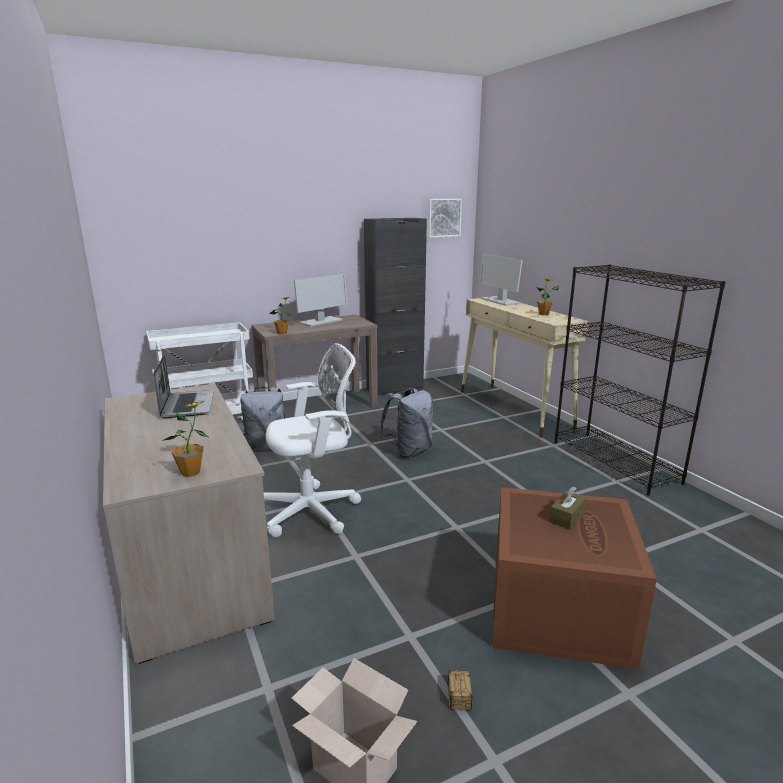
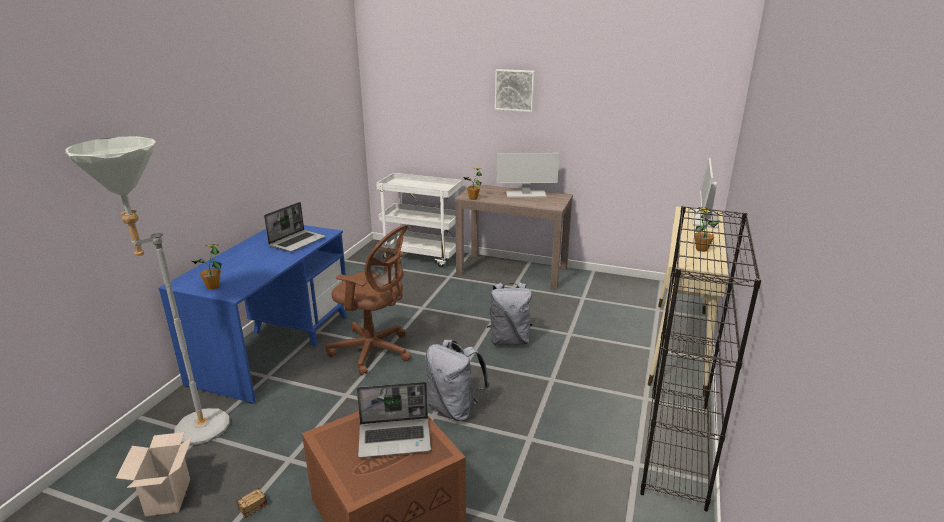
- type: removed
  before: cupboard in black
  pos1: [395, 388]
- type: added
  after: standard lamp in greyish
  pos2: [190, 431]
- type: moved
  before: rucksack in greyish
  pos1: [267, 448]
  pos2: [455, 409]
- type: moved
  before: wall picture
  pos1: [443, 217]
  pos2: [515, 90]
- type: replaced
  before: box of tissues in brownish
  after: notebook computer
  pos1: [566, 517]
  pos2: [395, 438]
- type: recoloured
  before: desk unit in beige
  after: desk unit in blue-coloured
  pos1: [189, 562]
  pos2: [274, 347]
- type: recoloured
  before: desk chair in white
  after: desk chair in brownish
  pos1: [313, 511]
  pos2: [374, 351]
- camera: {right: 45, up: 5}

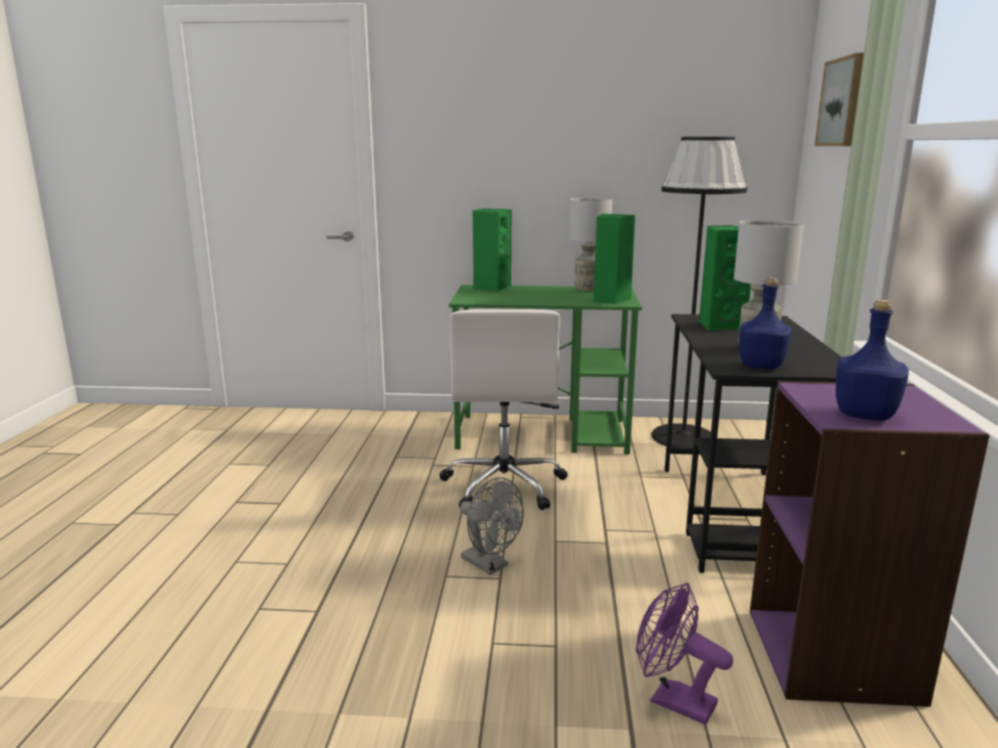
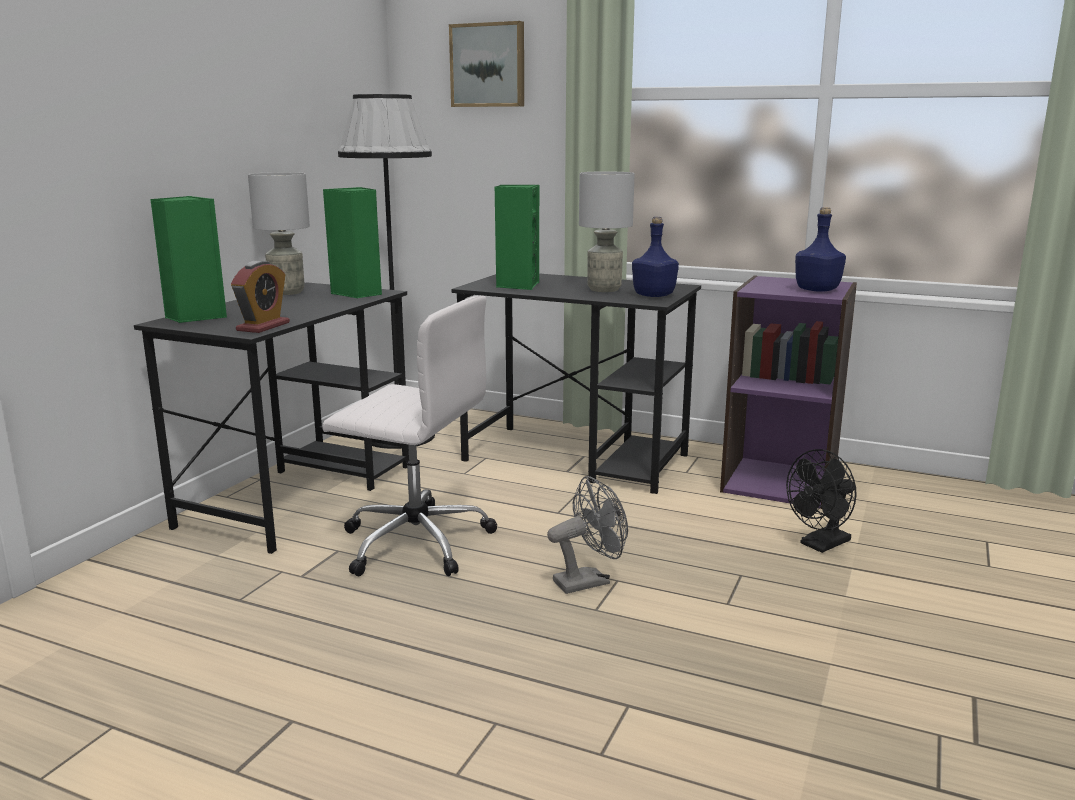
- type: added
  after: table clock
  pos2: [263, 326]
- type: recoloured
  before: desk unit in green
  after: desk unit in black
  pos1: [544, 434]
  pos2: [300, 494]
- type: recoloured
  before: fan in purple
  after: fan in black
  pos1: [673, 700]
  pos2: [820, 545]
- camera: {right: -70, up: 0}

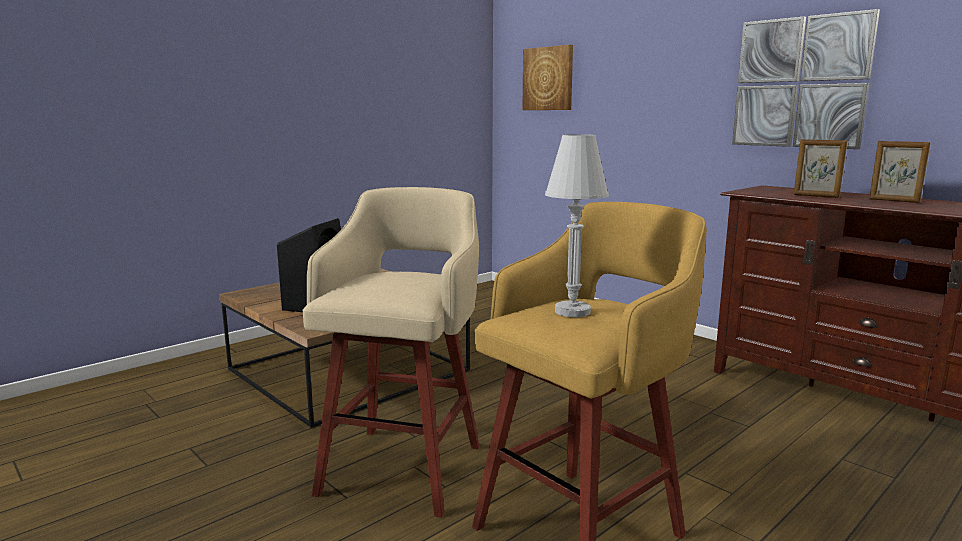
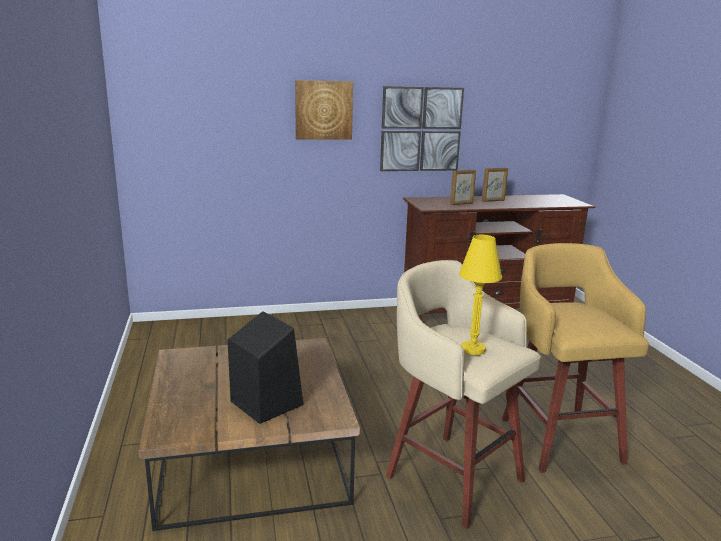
- type: removed
  before: tabletop lamp in white
  pos1: [572, 311]
- type: added
  after: tabletop lamp in yellow
  pos2: [473, 349]
- type: moved
  before: wall picture
  pos1: [548, 79]
  pos2: [323, 110]
- camera: {right: -60, up: 5}

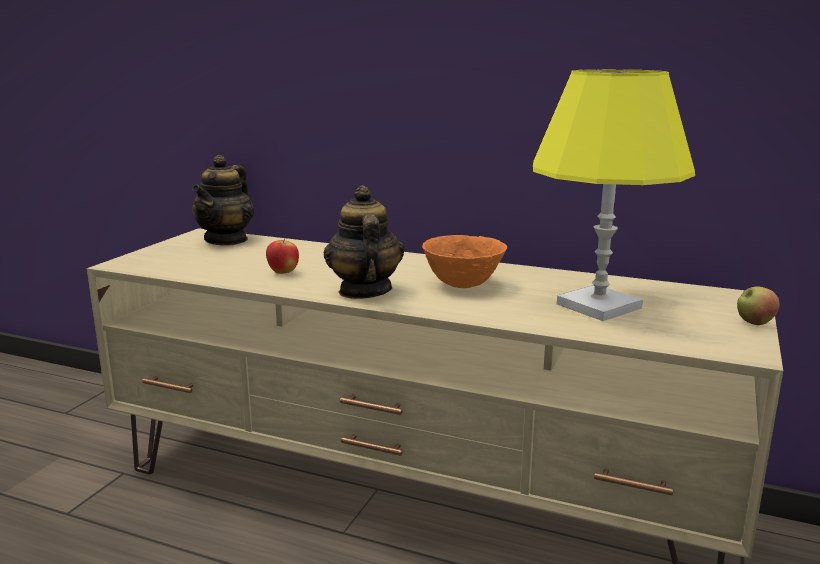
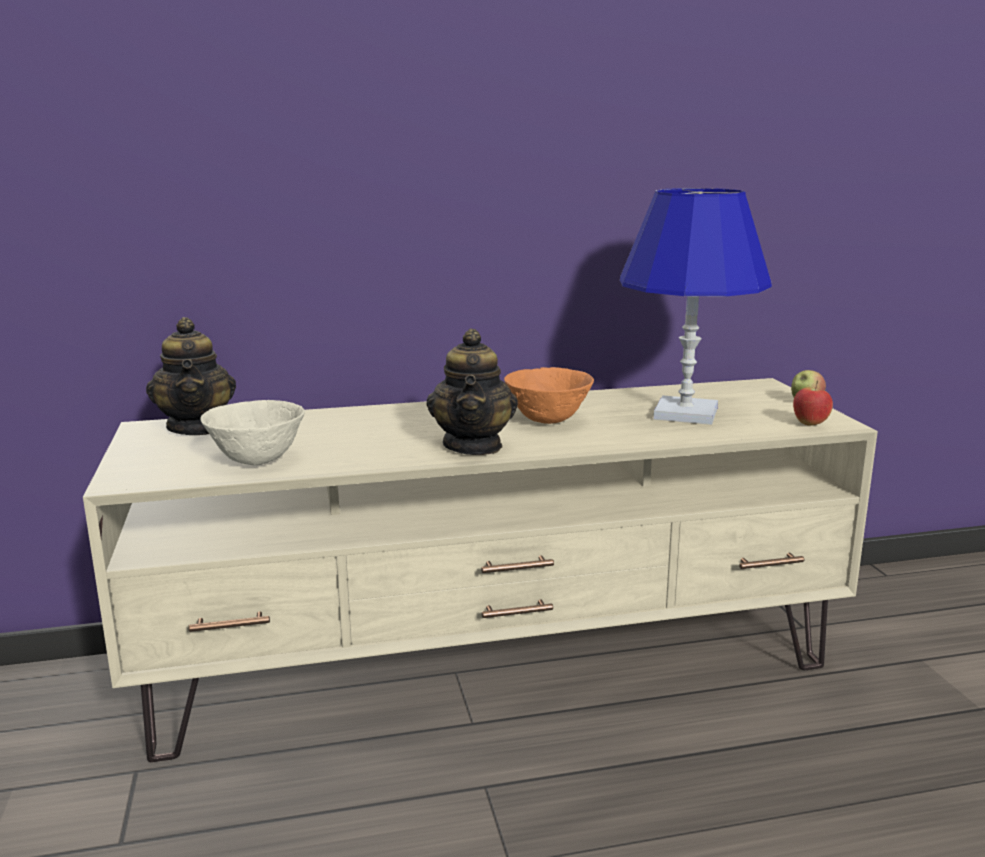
- type: added
  after: bowl in beige
  pos2: [256, 460]
- type: moved
  before: apple
  pos1: [283, 273]
  pos2: [810, 424]
- type: recoloured
  before: tabletop lamp in yellow
  after: tabletop lamp in blue-coloured
  pos1: [599, 306]
  pos2: [685, 413]
- type: turned
  before: pot for tea
  pos1: [364, 291]
  pos2: [473, 446]
  turn: -135
- camera: {right: -35, up: 0}

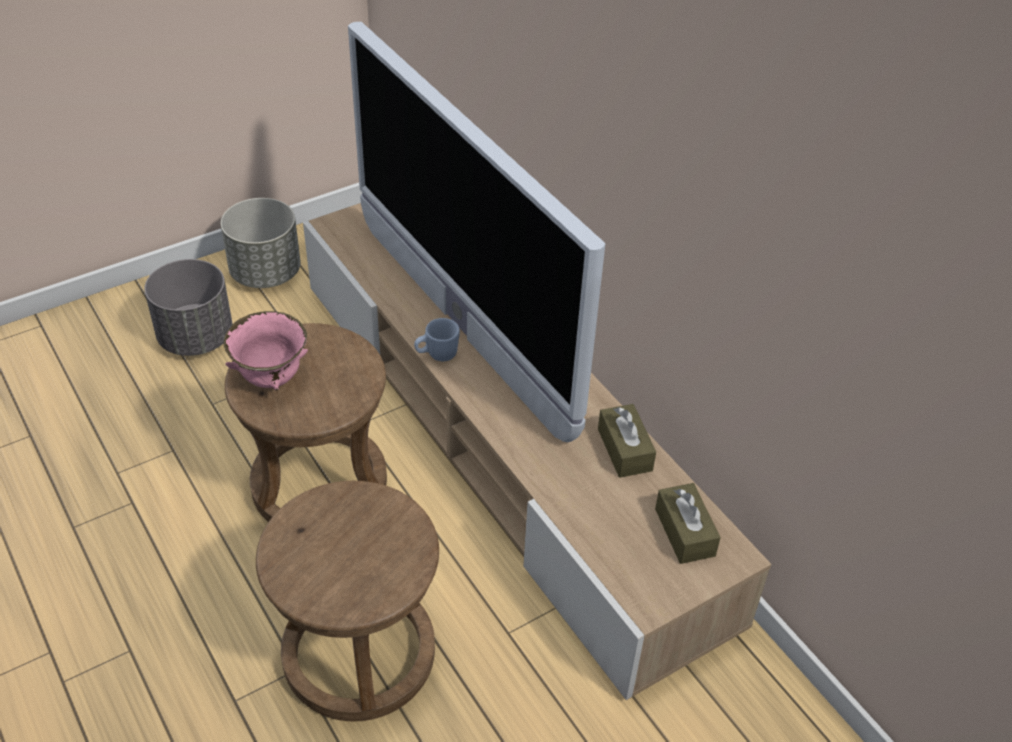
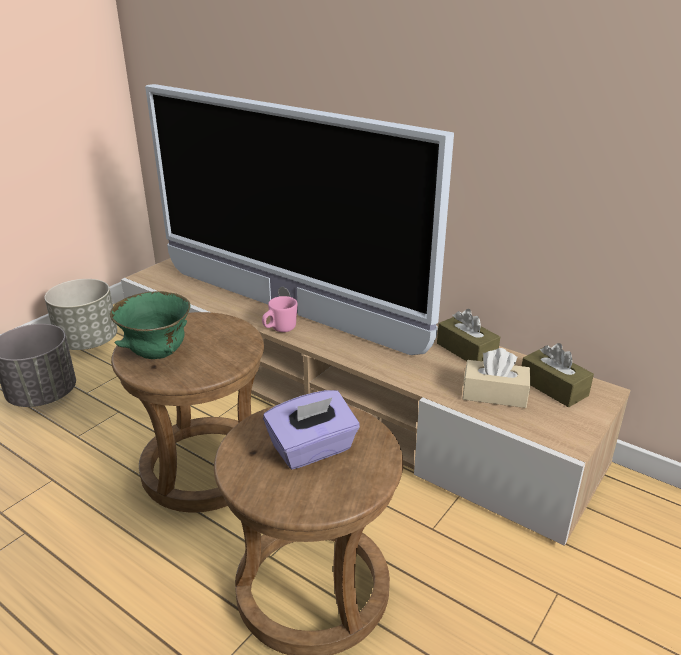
- type: added
  after: box of tissues in purple
  pos2: [312, 449]
- type: added
  after: box of tissues in beige
  pos2: [494, 394]
- type: recoloured
  before: bowl in pinkish
  after: bowl in green
  pos1: [271, 378]
  pos2: [157, 355]
- type: recoloured
  before: mug in blue-coloured
  after: mug in pinkish
  pos1: [437, 355]
  pos2: [279, 329]
- camera: {right: -20, up: -15}

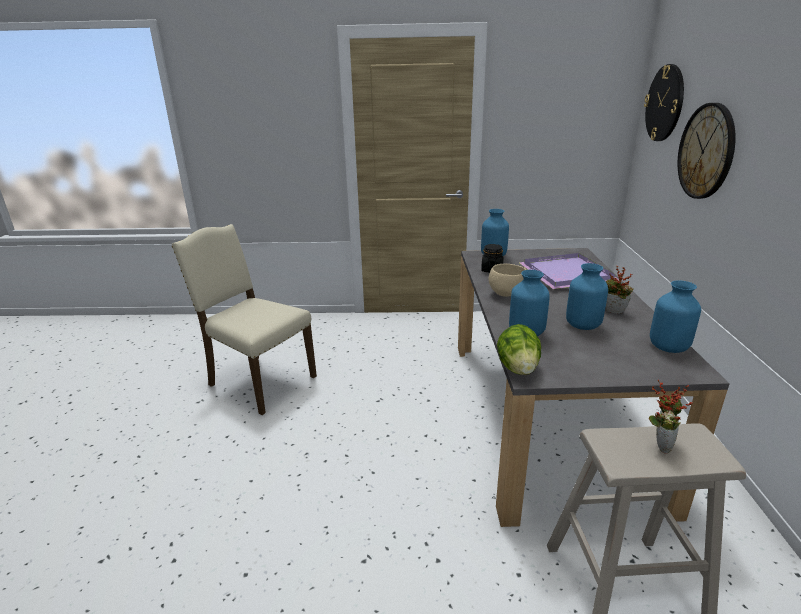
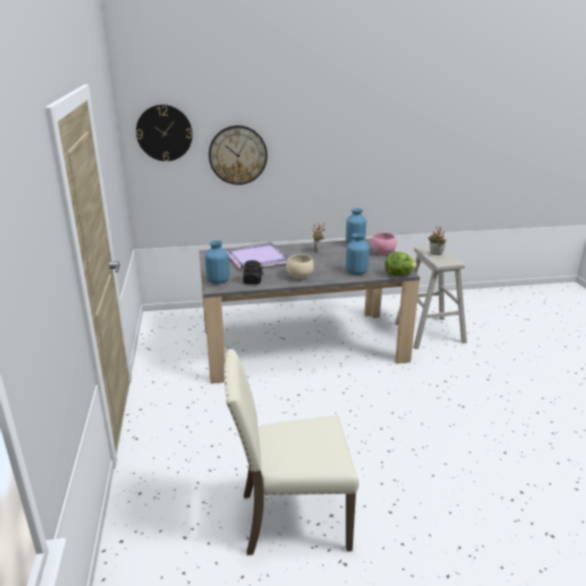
- type: removed
  before: flower vase in blue-coloured
  pos1: [582, 325]
- type: added
  after: bowl in pinkish
  pos2: [382, 253]
- type: turned
  before: chair in beige
  pos1: [259, 381]
  pos2: [291, 518]
  turn: 60
- camera: {right: -100, up: 0}

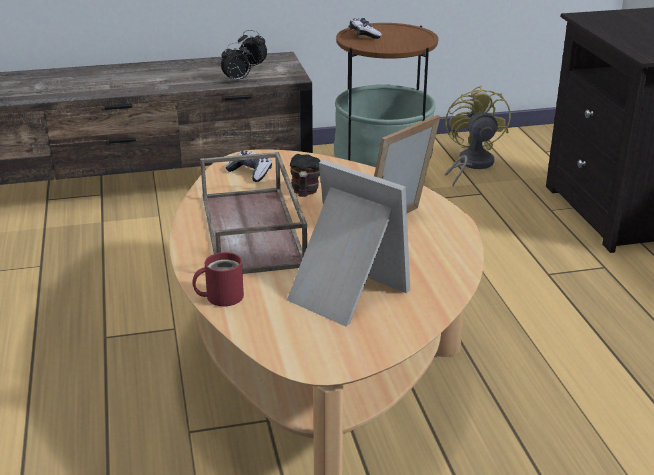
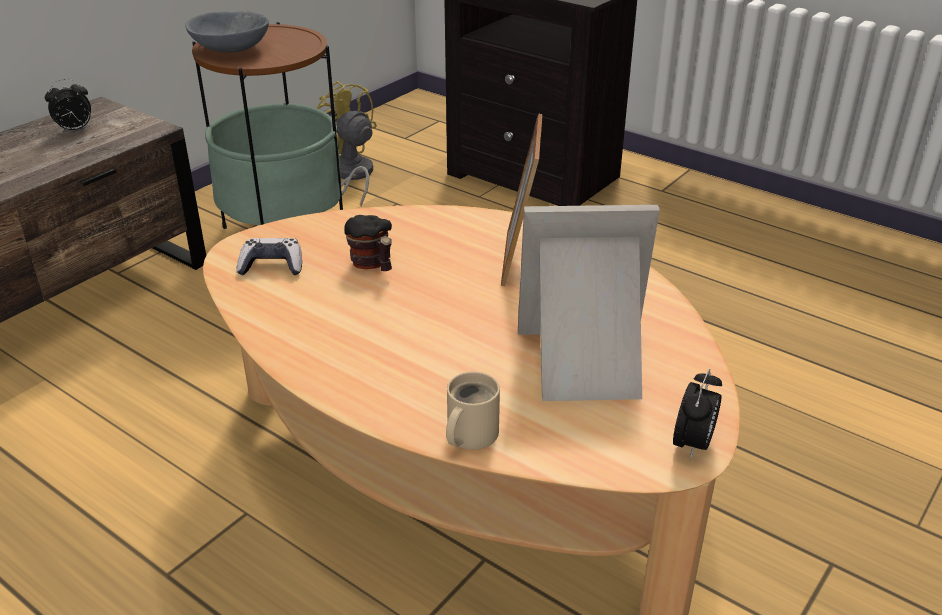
- type: removed
  before: carrying tray in brownish
  pos1: [254, 231]
- type: moved
  before: table clock
  pos1: [237, 80]
  pos2: [693, 445]
- type: replaced
  before: game controller
  after: bowl in greyish
  pos1: [364, 34]
  pos2: [230, 48]
- type: recoloured
  before: mug in red-coloured
  after: mug in beige
  pos1: [221, 296]
  pos2: [468, 435]
- camera: {right: -40, up: 5}

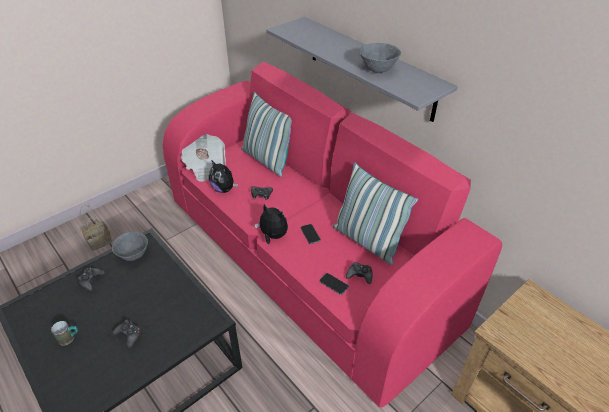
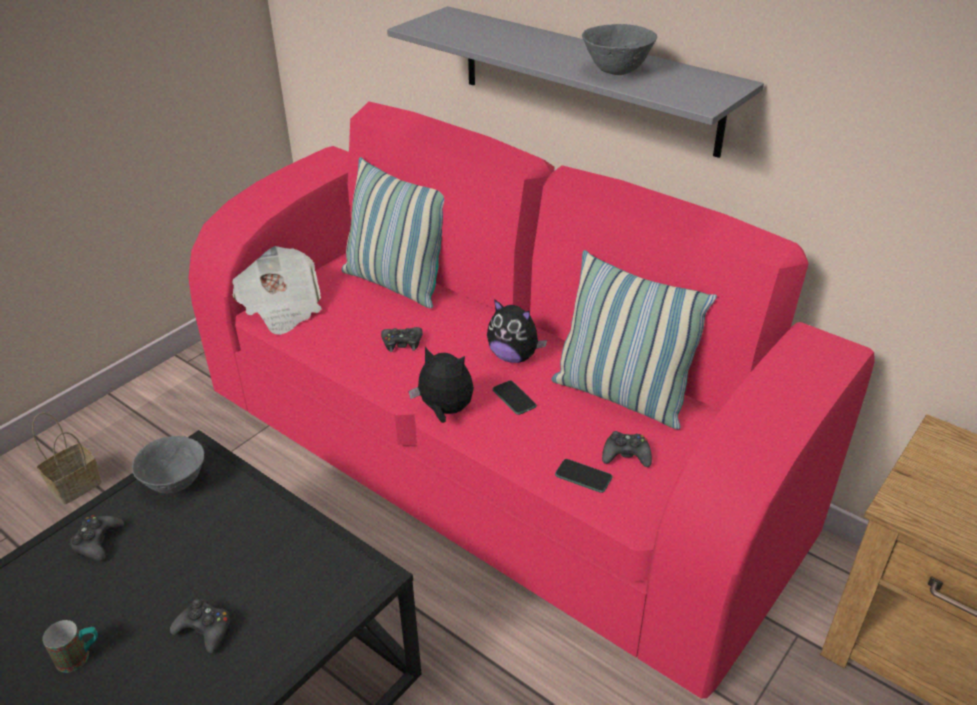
- type: moved
  before: plush toy
  pos1: [224, 189]
  pos2: [514, 356]
- camera: {right: -10, up: -5}

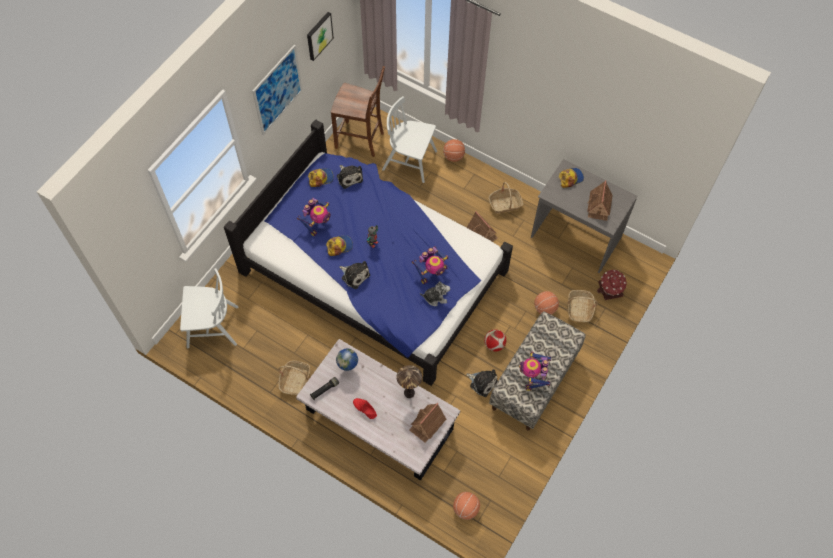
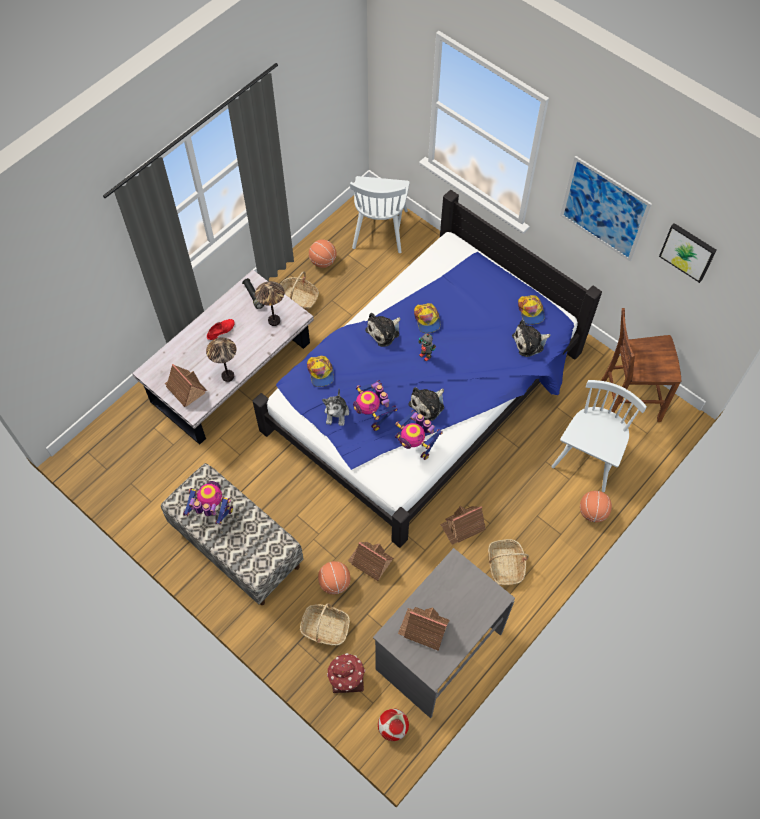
- type: added
  after: toy house
  pos2: [370, 561]
- type: moved
  before: toy robot
  pos1: [317, 223]
  pos2: [415, 444]
- type: moved
  before: basketball ball
  pos1: [465, 509]
  pos2: [323, 261]
- type: moved
  before: plush toy
  pos1: [482, 382]
  pos2: [428, 405]
- type: moved
  before: football
  pos1: [494, 345]
  pos2: [392, 728]
- type: moved
  before: peaked cap
  pos1: [570, 178]
  pos2: [320, 373]
- type: replaced
  before: world globe
  after: tabletop lamp
  pos1: [348, 368]
  pos2: [274, 321]
- type: turned
  before: chair in brownish
  pos1: [360, 140]
  pos2: [627, 401]
  turn: 60
- camera: {right: 100, up: 0}

